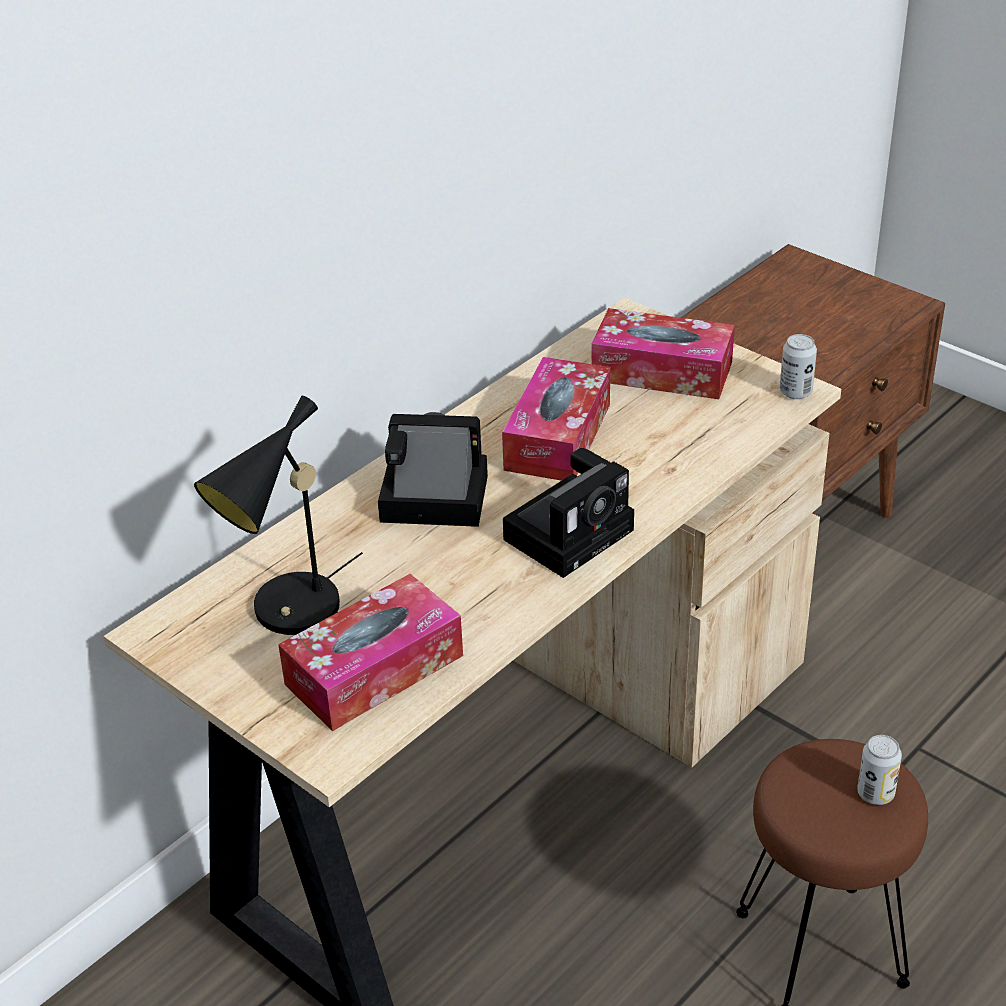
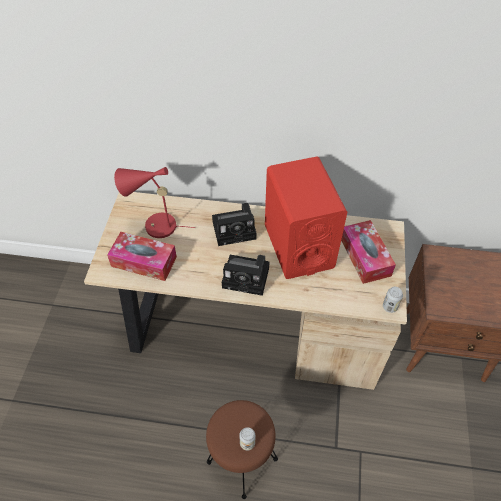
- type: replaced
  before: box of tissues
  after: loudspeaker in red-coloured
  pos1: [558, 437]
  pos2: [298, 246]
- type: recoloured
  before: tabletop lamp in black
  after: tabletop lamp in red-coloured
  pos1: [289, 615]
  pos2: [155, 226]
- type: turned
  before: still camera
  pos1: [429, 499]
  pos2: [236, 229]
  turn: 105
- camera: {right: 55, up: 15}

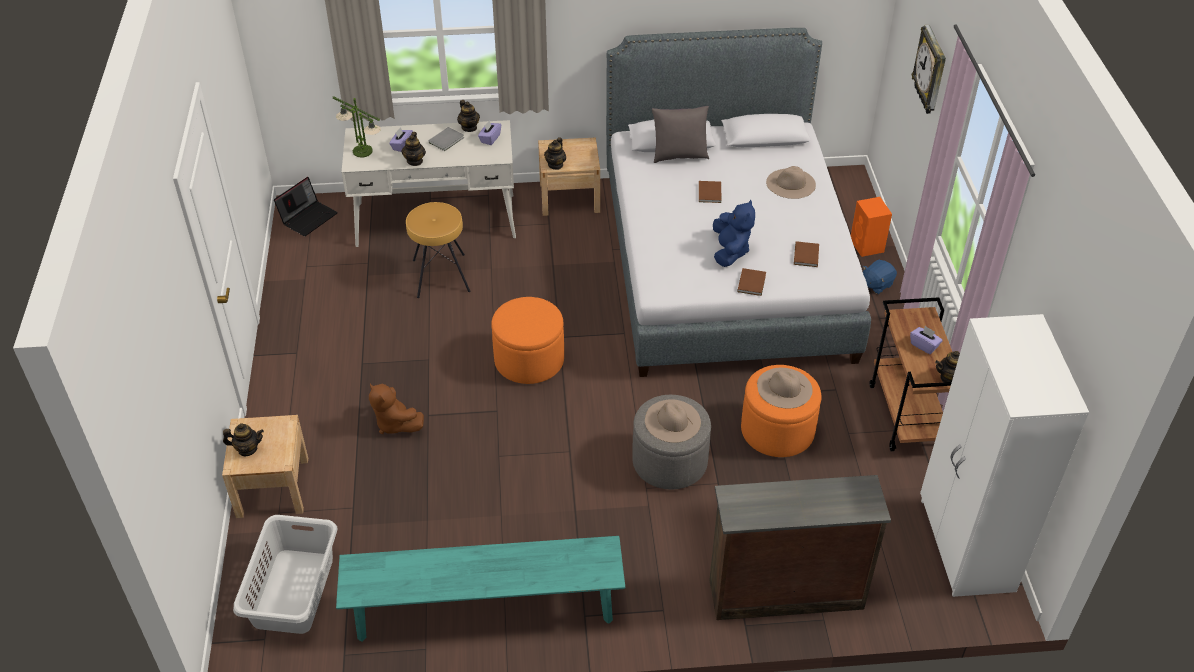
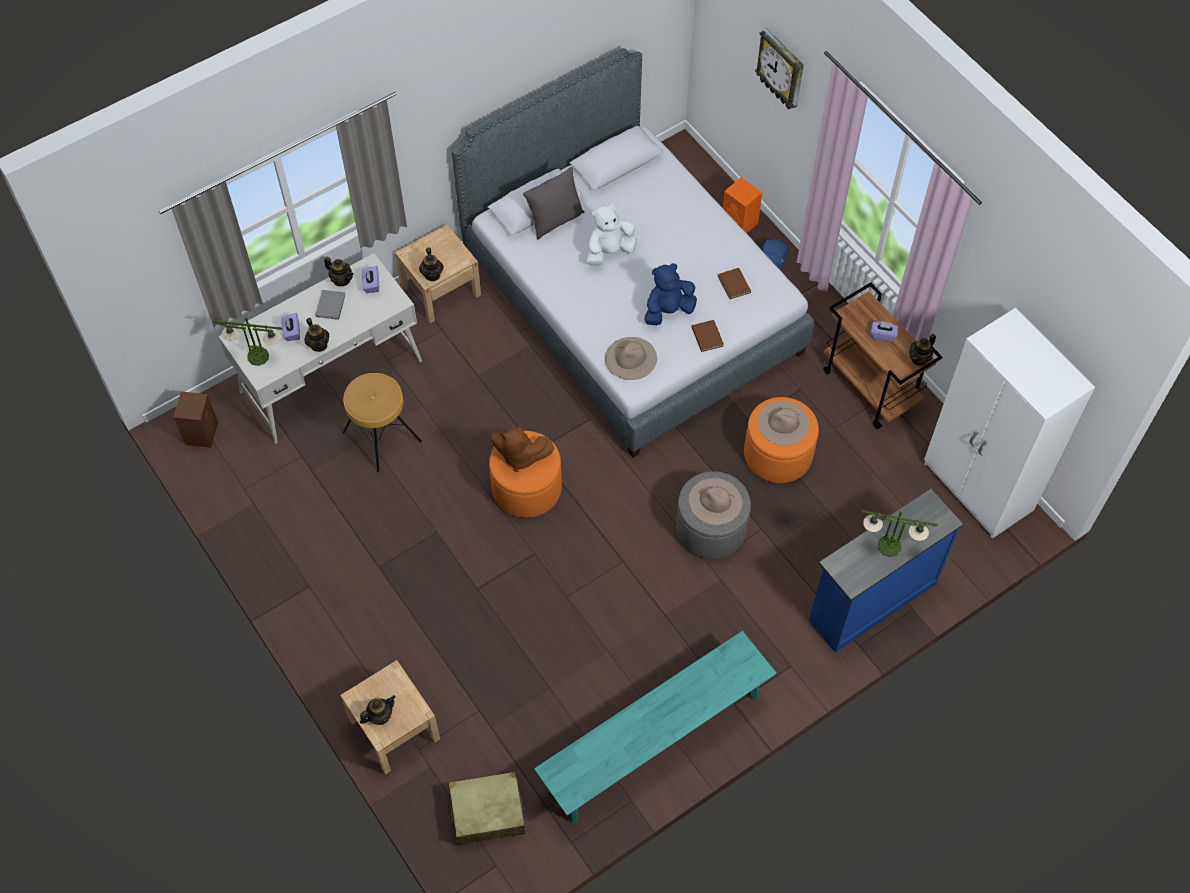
- type: added
  after: tabletop lamp
  pos2: [889, 546]
- type: moved
  before: plush toy in brownish
  pos1: [395, 423]
  pos2: [520, 456]
- type: moved
  before: wearable hat in beige
  pos1: [790, 183]
  pos2: [631, 358]
- type: replaced
  before: hamper in greyish
  after: travel case in beige
  pos1: [292, 591]
  pos2: [486, 812]
- type: replaced
  before: notebook computer
  after: loudspeaker in brownish
  pos1: [308, 217]
  pos2: [202, 432]
- type: replaced
  before: volume in brownish
  after: plush toy in white
  pos1: [710, 192]
  pos2: [609, 252]
- type: recoloured
  before: dresser in brownish
  after: dresser in blue-coloured
  pos1: [784, 592]
  pos2: [870, 601]
- type: turned
  before: plush toy in blue-coloured
  pos1: [730, 251]
  pos2: [668, 310]
  turn: -90
- camera: {right: -30, up: 15}

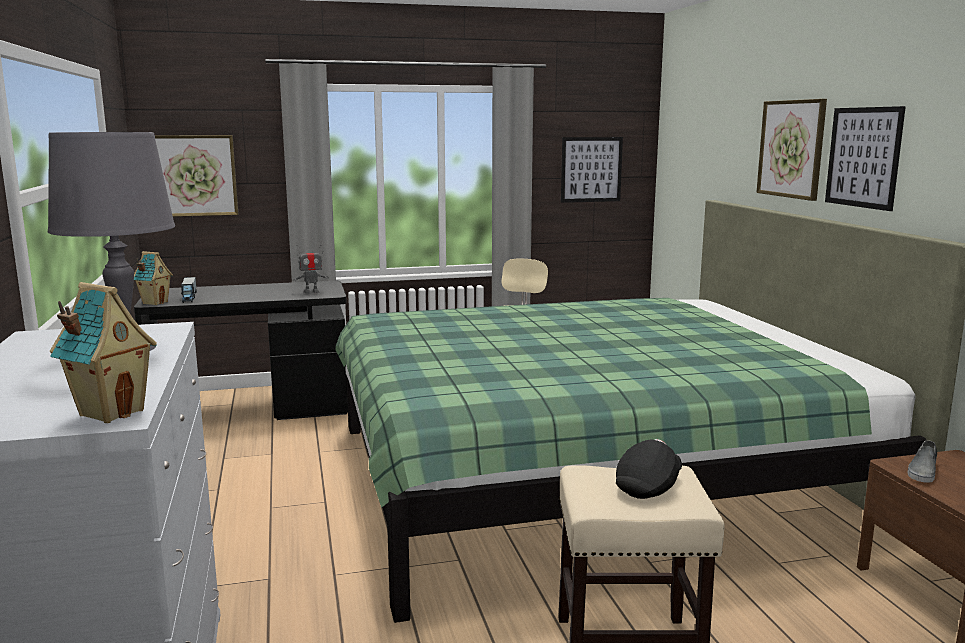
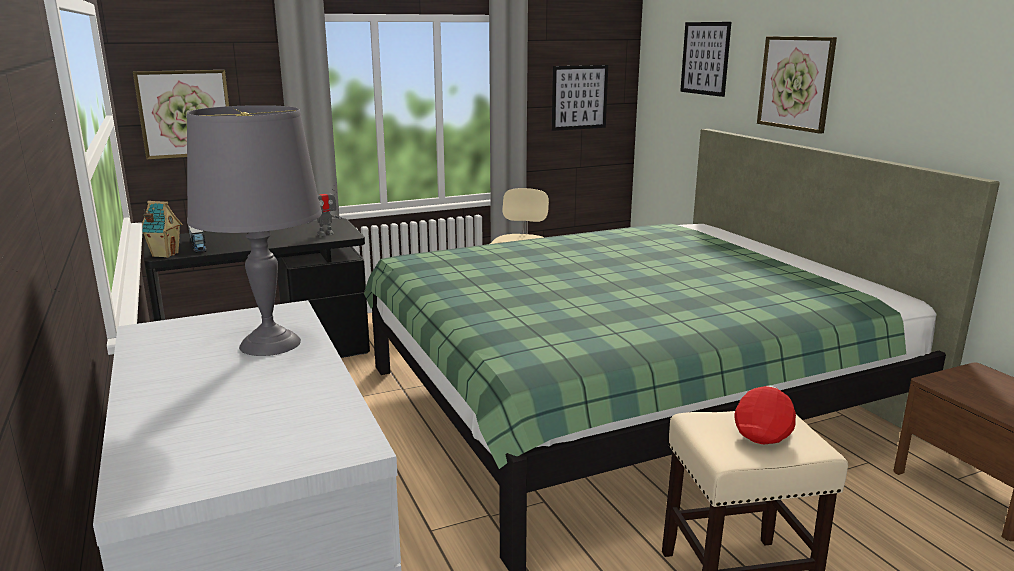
- type: removed
  before: toy house
  pos1: [111, 412]
- type: removed
  before: low shoe in greyish
  pos1: [922, 471]
- type: moved
  before: wall picture
  pos1: [863, 157]
  pos2: [705, 58]
- type: recoloured
  before: peaked cap in black
  after: peaked cap in red-coloured
  pos1: [649, 486]
  pos2: [764, 430]
- camera: {right: -10, up: 5}

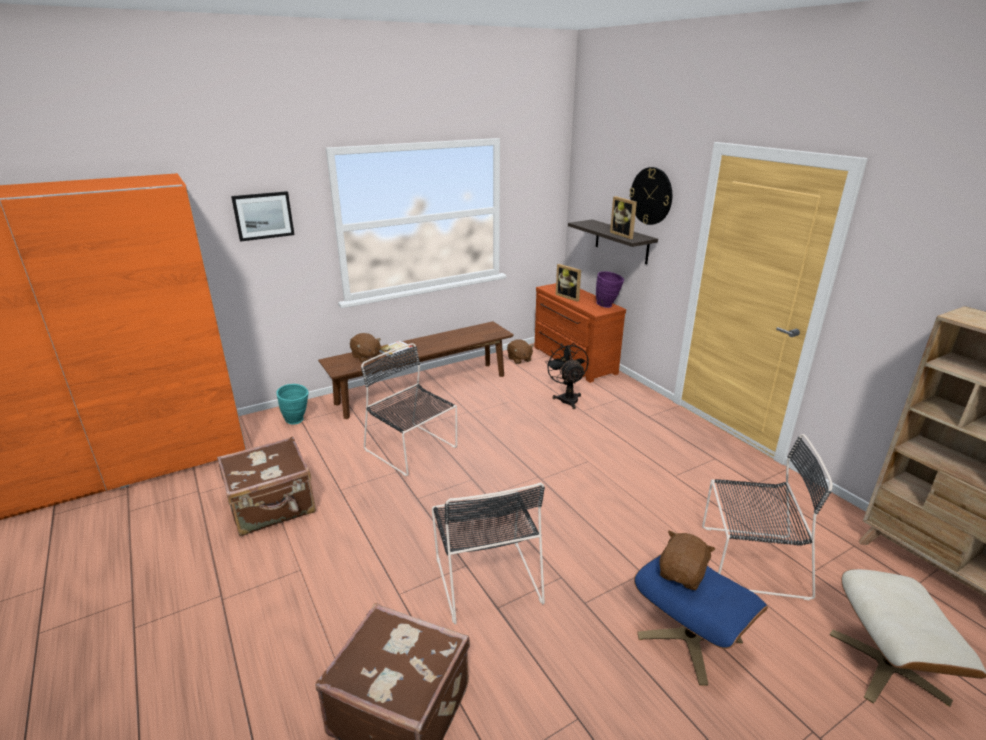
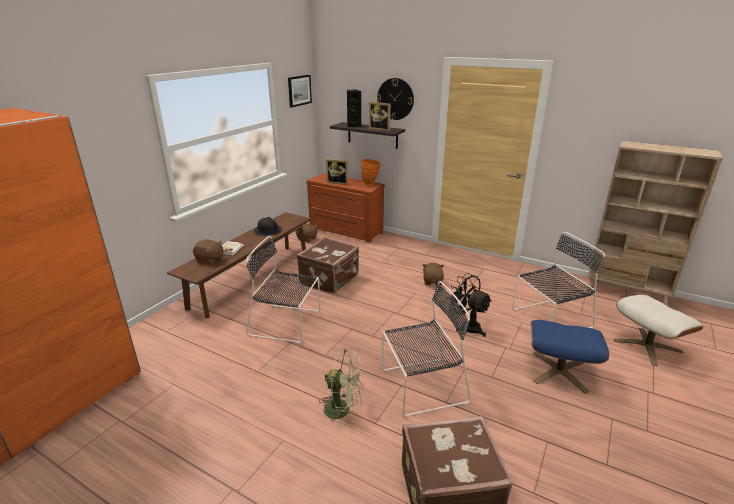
- type: removed
  before: flower vase in turquoise-coloured
  pos1: [297, 421]
- type: added
  after: wearable hat in black
  pos2: [267, 230]
- type: added
  after: fan in green
  pos2: [343, 409]
- type: added
  after: loudspeaker in black
  pos2: [353, 125]
- type: moved
  before: travel case in brownish
  pos1: [273, 507]
  pos2: [330, 279]
- type: moved
  before: wall picture
  pos1: [263, 215]
  pos2: [299, 90]
- type: moved
  before: fan in black
  pos1: [567, 398]
  pos2: [467, 326]
- type: moved
  before: plush toy in brownish
  pos1: [682, 574]
  pos2: [432, 281]
- type: recoloured
  before: flower vase in purple
  after: flower vase in orangey
  pos1: [608, 306]
  pos2: [371, 184]
- type: turned
  before: chair in black
  pos1: [486, 576]
  pos2: [421, 386]
  turn: -60
- camera: {right: -30, up: 0}

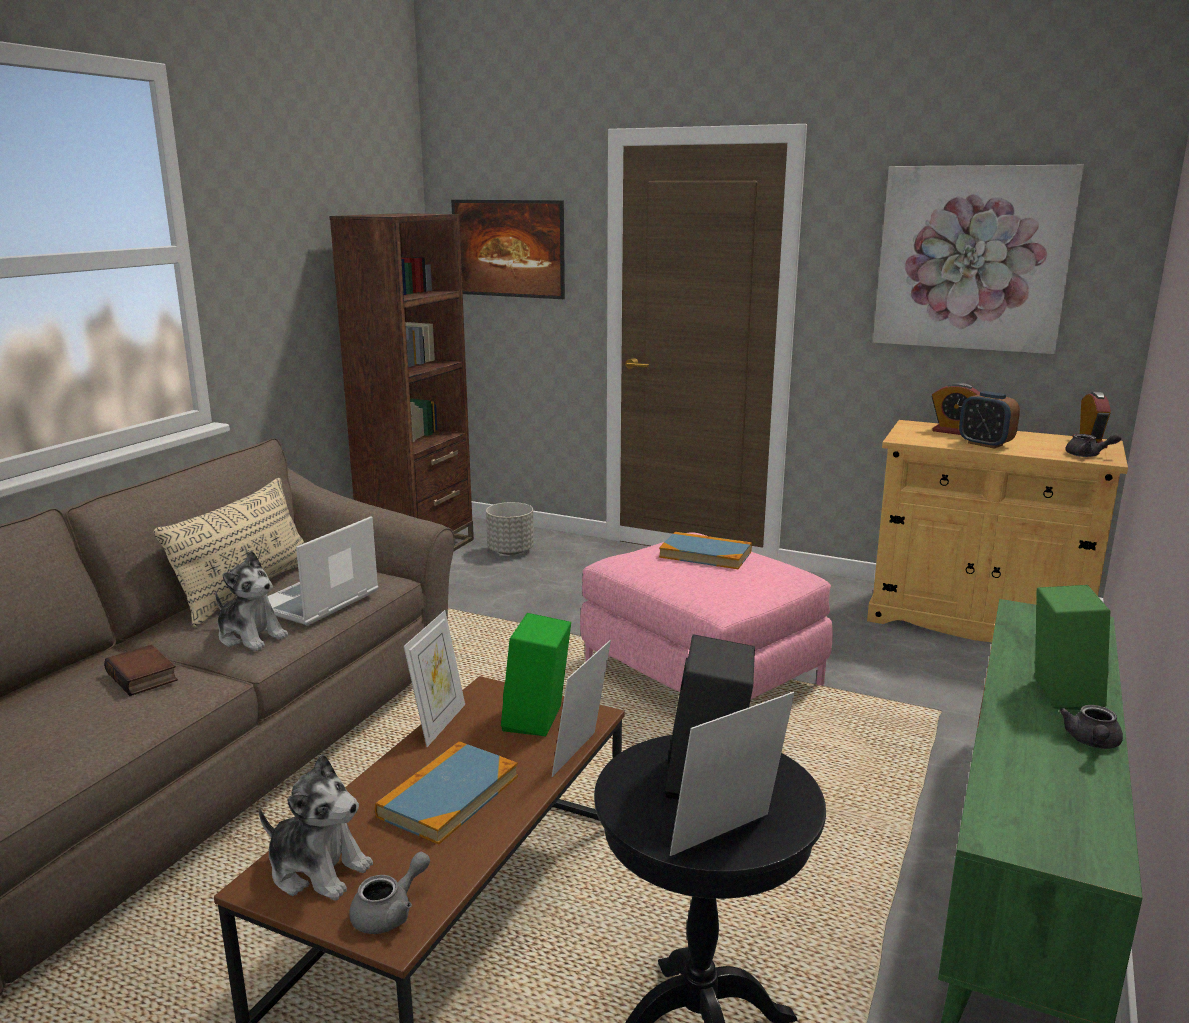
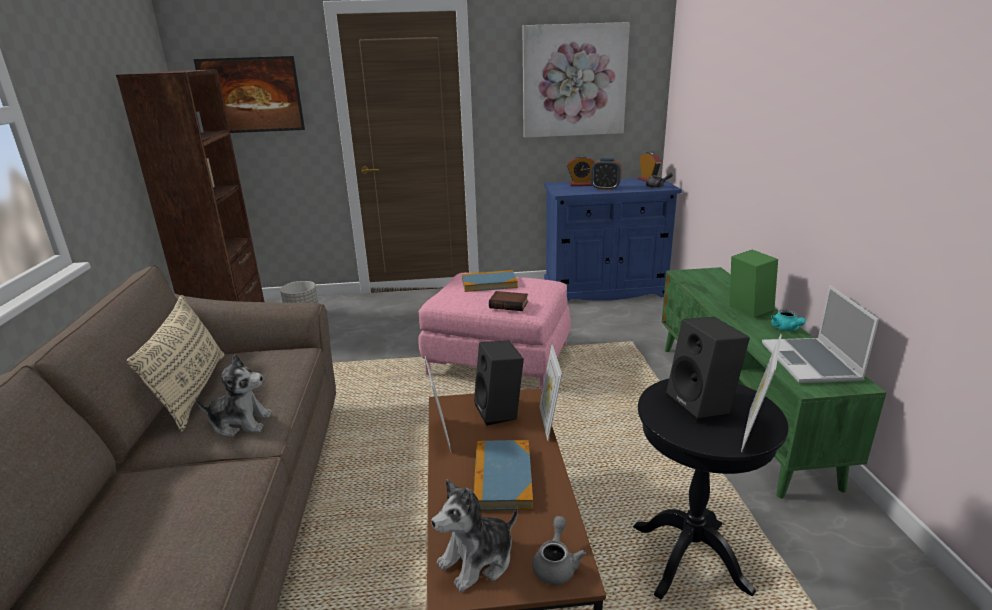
- type: moved
  before: volume
  pos1: [144, 676]
  pos2: [509, 304]
- type: moved
  before: notebook computer
  pos1: [317, 602]
  pos2: [811, 363]
- type: recoloured
  before: loudspeaker in green
  after: loudspeaker in black
  pos1: [538, 721]
  pos2: [500, 412]
- type: recoloured
  before: cupboard in beige
  after: cupboard in blue-coloured
  pos1: [977, 621]
  pos2: [605, 290]
- type: recoloured
  before: pot for tea in greyish
  after: pot for tea in turquoise-coloured
  pos1: [1092, 743]
  pos2: [786, 329]
- type: turned
  before: plush toy
  pos1: [318, 869]
  pos2: [478, 560]
  turn: 150
- camera: {right: -30, up: 5}

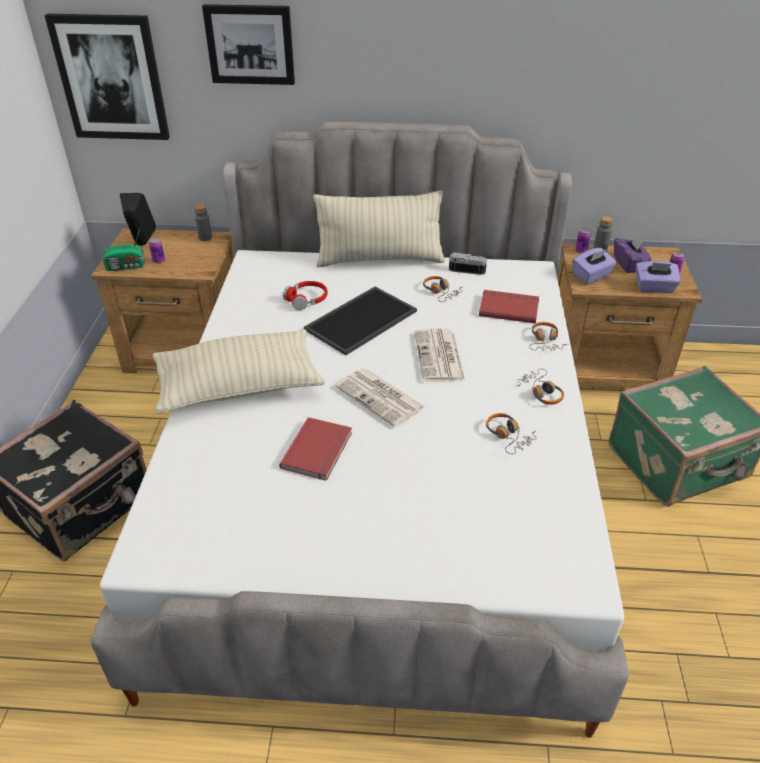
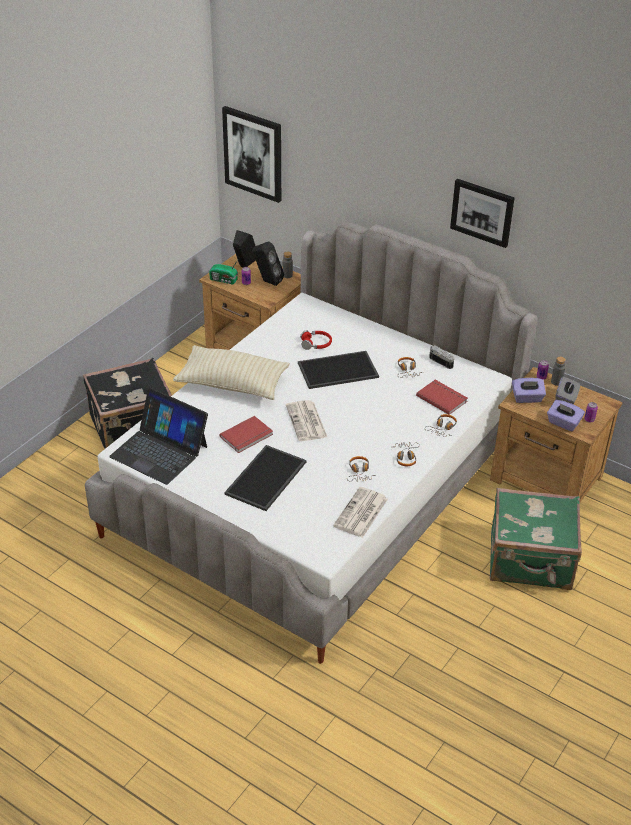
- type: removed
  before: cushion in beige
  pos1: [380, 260]
- type: added
  after: notebook computer
  pos2: [159, 451]
- type: added
  after: carrying tray
  pos2: [266, 479]
- type: added
  after: loudspeaker in black
  pos2: [267, 281]
- type: moved
  before: wall picture
  pos1: [250, 44]
  pos2: [482, 212]
- type: moved
  before: daily paper
  pos1: [439, 357]
  pos2: [361, 513]
- type: recoloured
  before: box of tissues in purple
  after: box of tissues in greyish
  pos1: [629, 264]
  pos2: [566, 400]
- camera: {right: 30, up: 0}

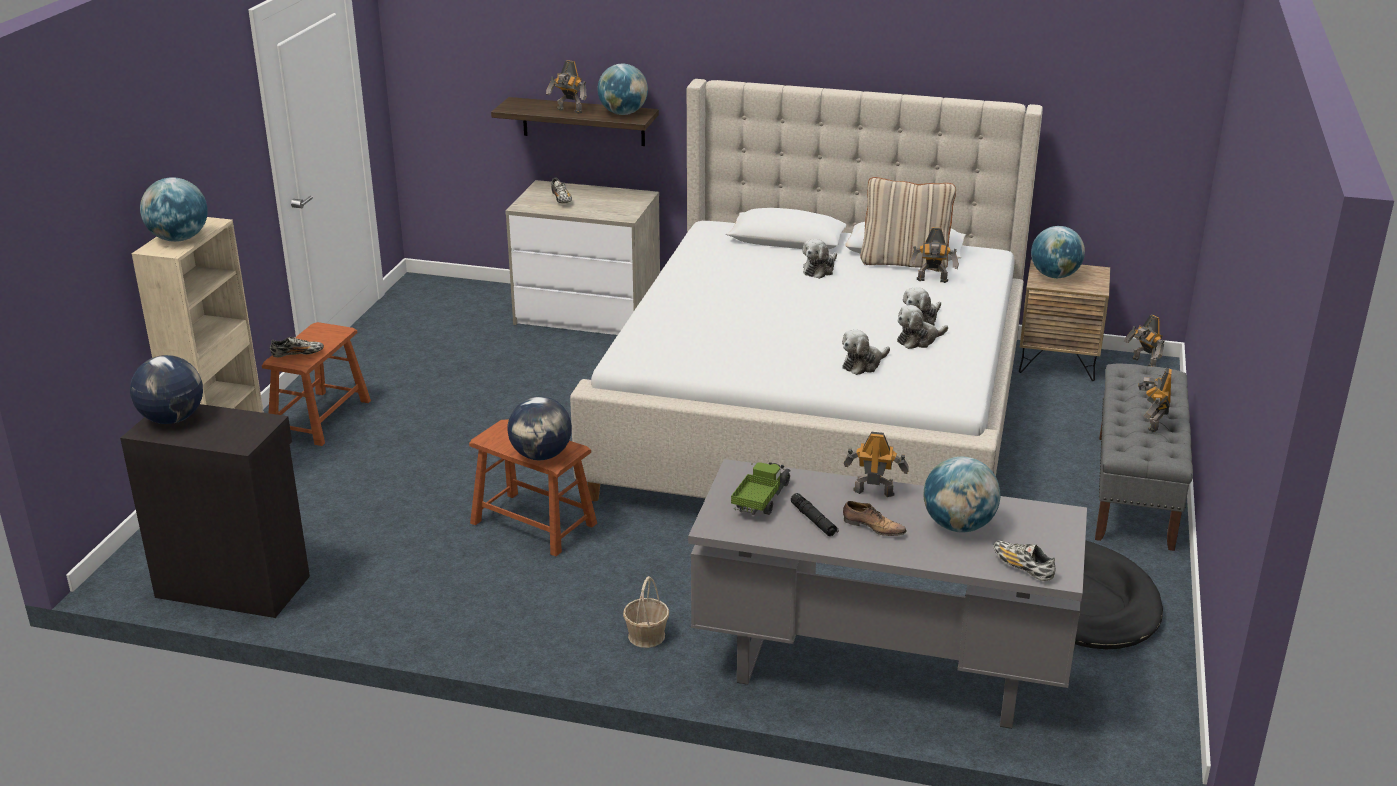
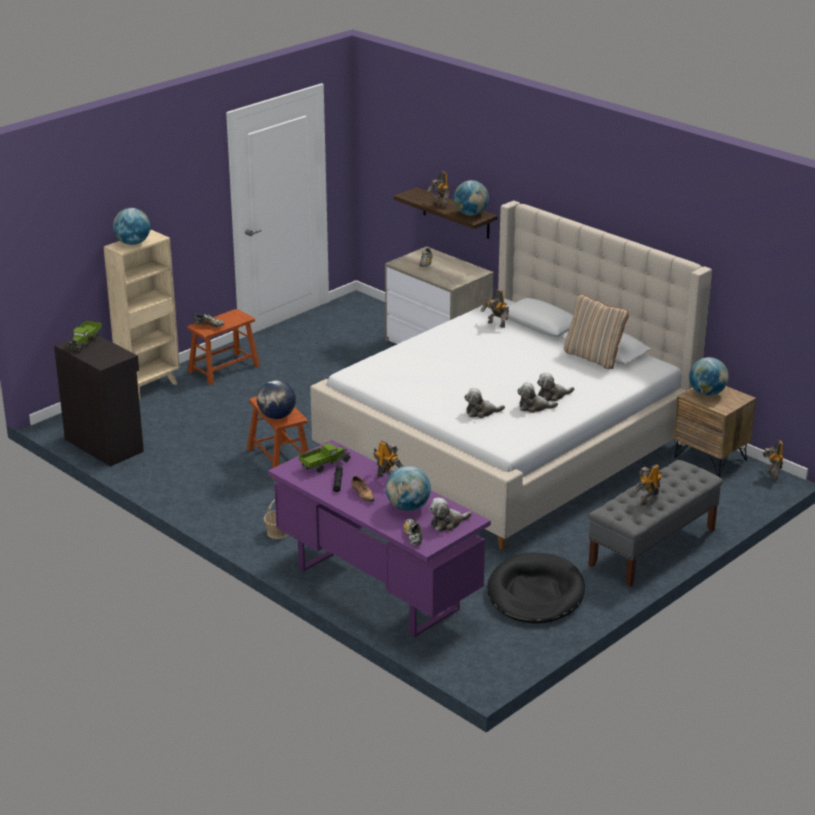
- type: moved
  before: plush toy
  pos1: [820, 270]
  pos2: [447, 523]
- type: moved
  before: toy robot
  pos1: [932, 281]
  pos2: [495, 325]
- type: replaced
  before: world globe
  after: model truck
  pos1: [173, 419]
  pos2: [84, 342]
- type: recoloured
  before: desk unit in greyish
  after: desk unit in purple
  pos1: [878, 673]
  pos2: [376, 589]
- camera: {right: 30, up: 0}

